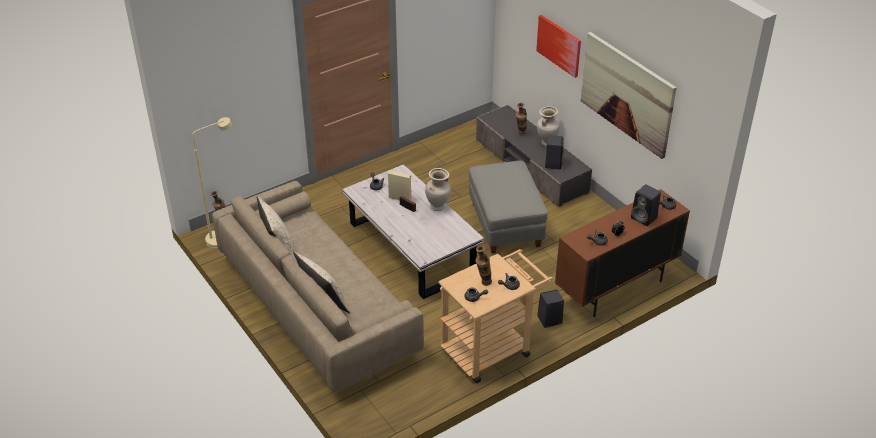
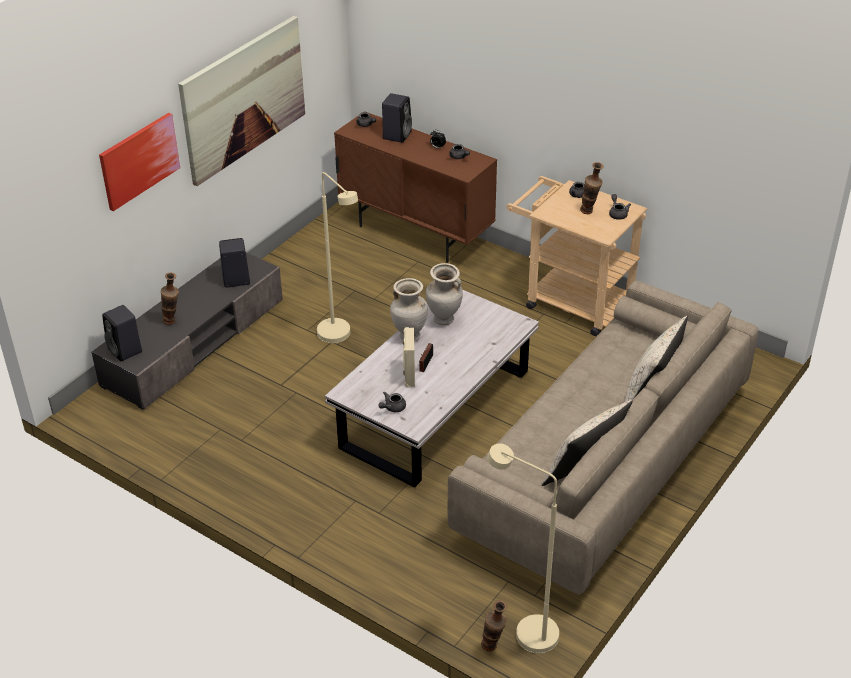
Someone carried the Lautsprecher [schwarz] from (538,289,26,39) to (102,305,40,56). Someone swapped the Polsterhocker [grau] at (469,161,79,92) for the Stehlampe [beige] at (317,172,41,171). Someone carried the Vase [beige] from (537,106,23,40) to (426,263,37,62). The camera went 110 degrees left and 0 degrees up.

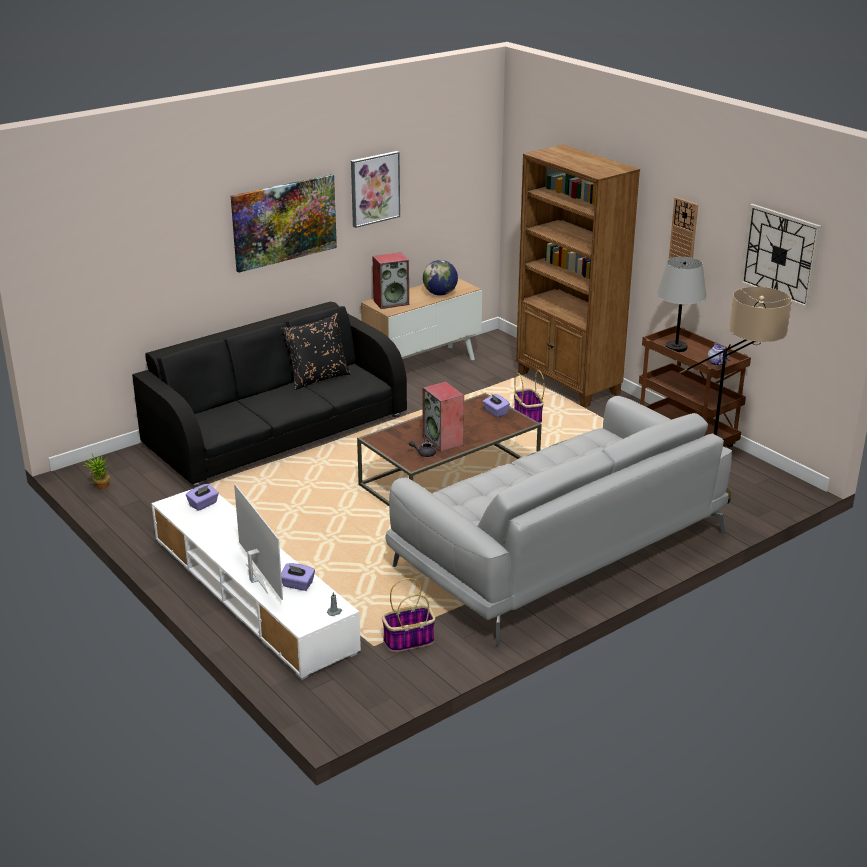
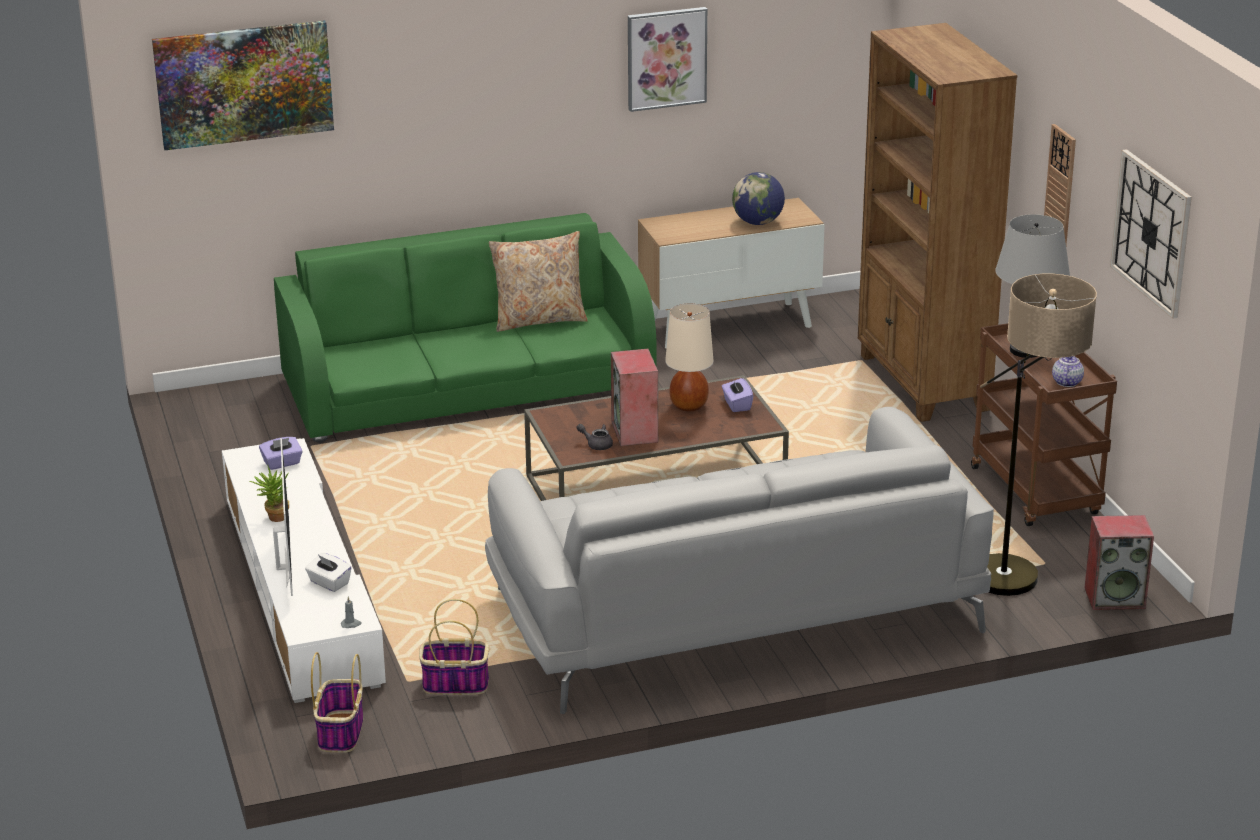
Someone carried the Bild from (231,174,106,98) to (152,20,182,130). Someone carried the Topfpflanze from (83,455,27,34) to (249,465,40,57). Someone repainted the Sofa [schwarz] at (132,302,275,185), which became the Sofa [grün] at (274,213,382,230). Someone repainted the Taschentuchbox [lila] at (281,563,34,28), which became the Taschentuchbox [weiß] at (305,553,47,39). Someone carried the Korb from (514,370,31,53) to (311,652,52,101). Someone repainted the Kissen [schwarz] at (281,313,70,77), which became the Kissen [beige] at (489,231,99,101). Someone put down the Tischlampe [beige] at (665,303,48,109). Someone carried the Lautsprecher from (372,252,37,57) to (1084,515,70,95). The camera went 20 degrees right and 0 degrees up.

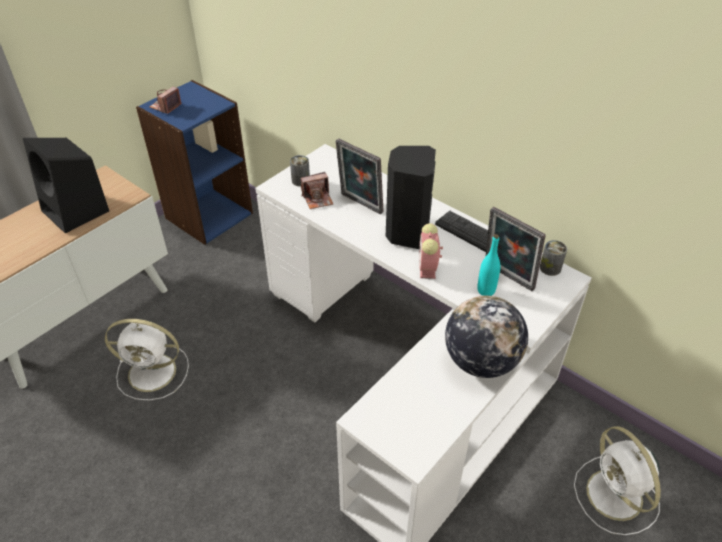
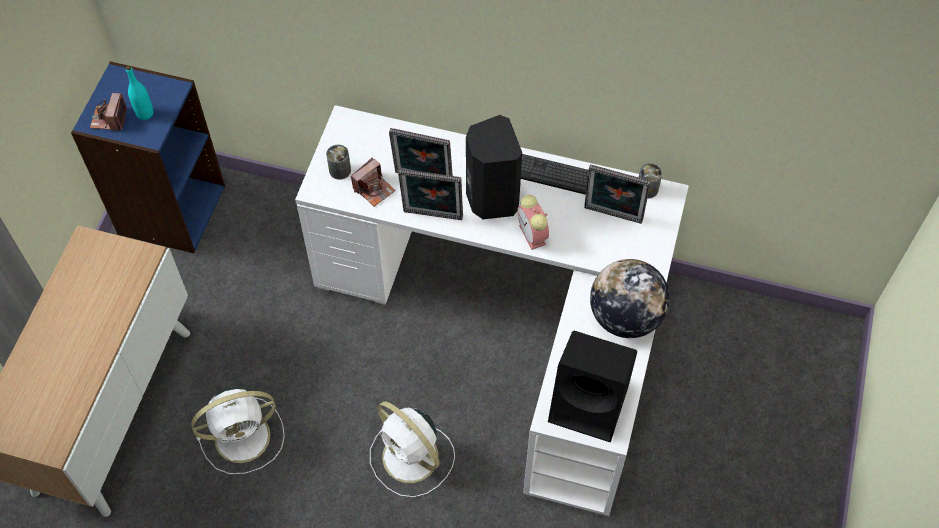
Someone carried the Flasche [türkis] from (477,234,24,62) to (126,66,27,54). Someone carried the Ventilator [weiß] from (574,426,87,109) to (370,401,85,96). Someone put down the Bilderrahmen at (398,169,65,51). Someone carried the Lautsprecher [schwarz] from (23,138,86,95) to (548,331,89,111). The camera went 25 degrees left and 15 degrees up.

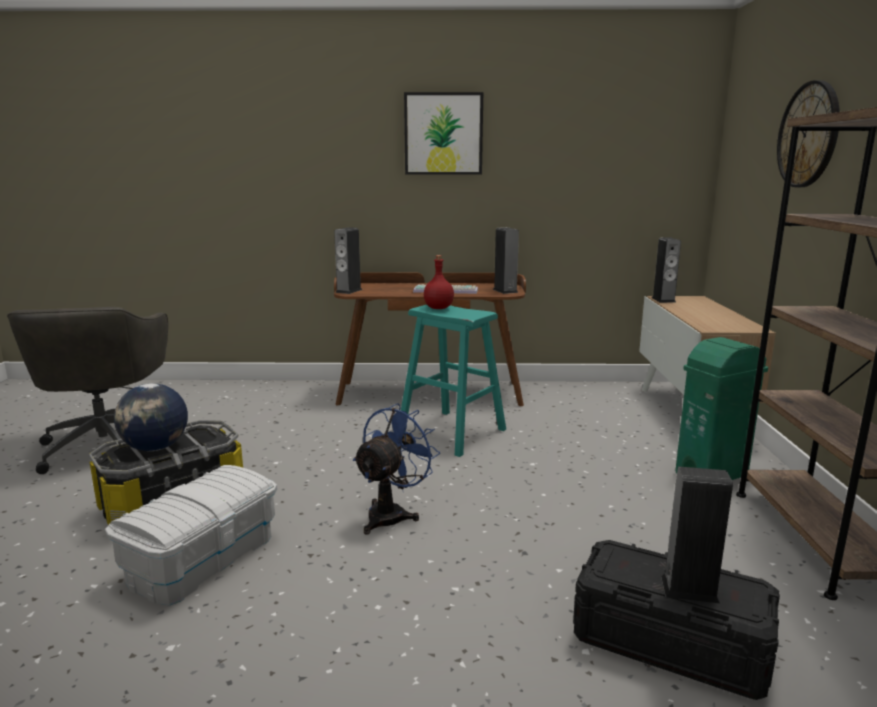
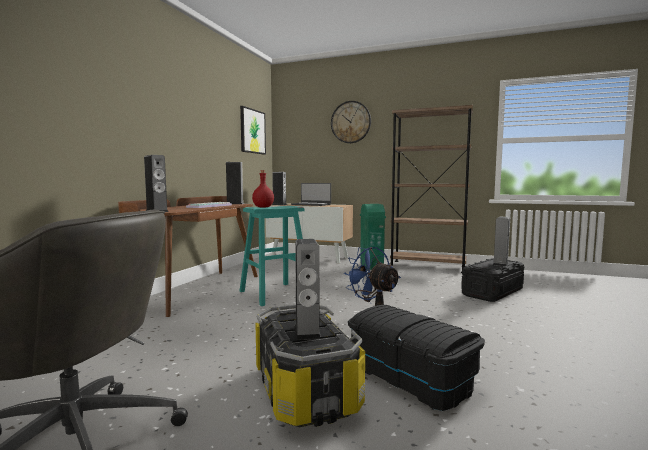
Someone carried the Bild from (404,92,79,82) to (240,106,26,48). Someone put down the Laptop at (291,183,40,23). Someone swapped the Globus at (114,383,74,68) for the Lautsprecher at (295,239,26,101). Someone repainted the Aufbewahrungsbox [weiß] at (105,465,172,140), which became the Aufbewahrungsbox [schwarz] at (348,305,137,106). The camera went 70 degrees left and 10 degrees down.

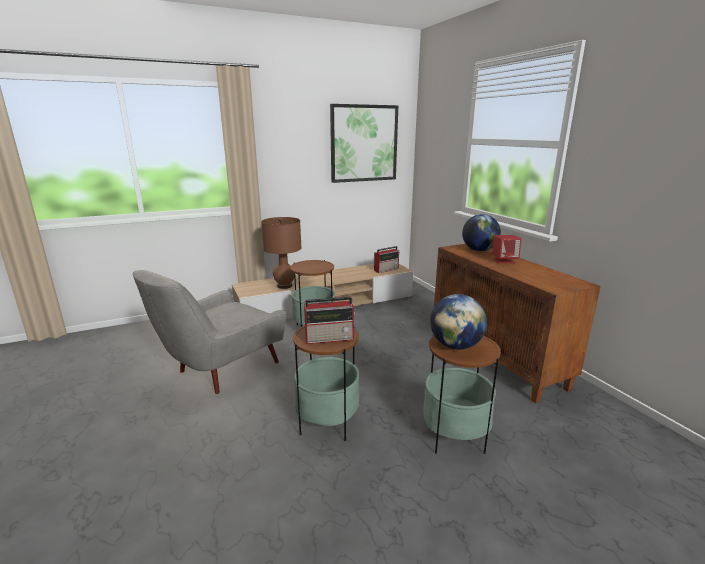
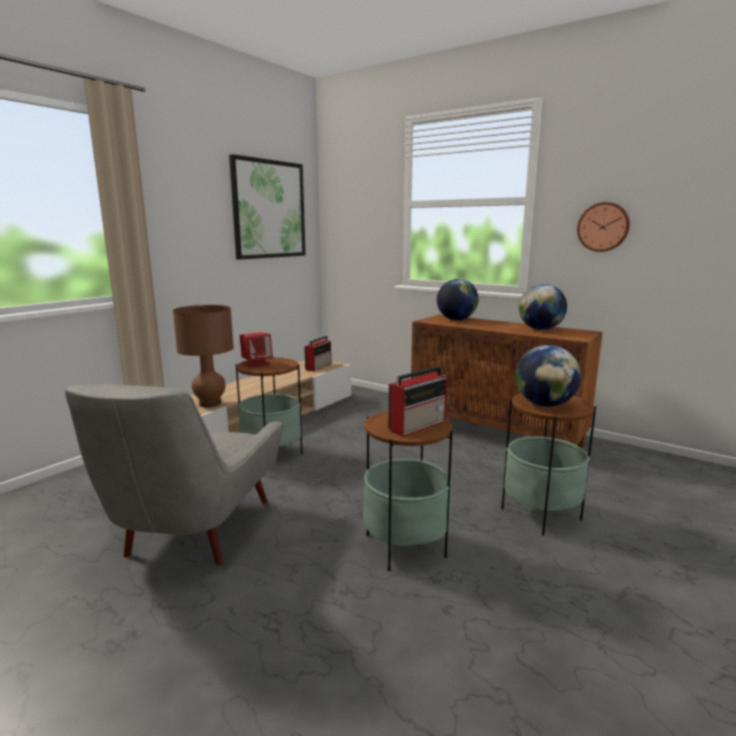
Someone carried the Lautsprecher [rot] from (492,235,30,29) to (240,332,33,35). Someone put down the Globus at (519,284,48,46). Someone put up the Wanduhr at (577,202,53,50). The camera went 30 degrees left and 5 degrees down.

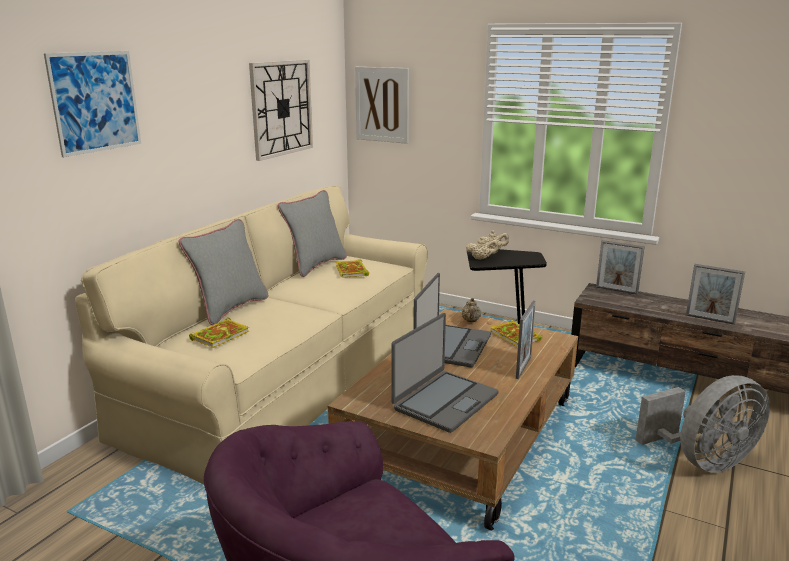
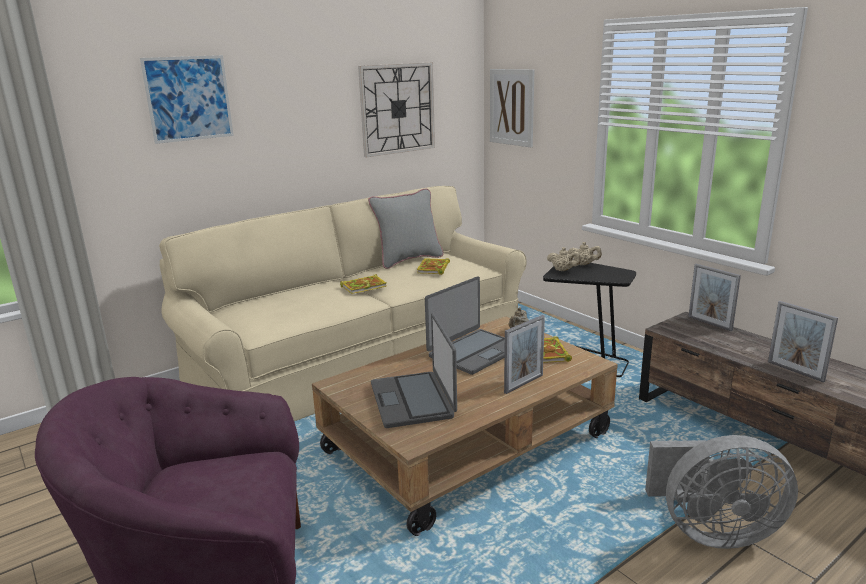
Someone carried the Buch from (189,318,60,30) to (340,274,46,20). Someone rotated the Laptop at (391,313,107,120) by 105 degrees clockwise. Someone took away the Kissen [grau] at (179,219,89,106). The camera went 25 degrees right and 0 degrees up.

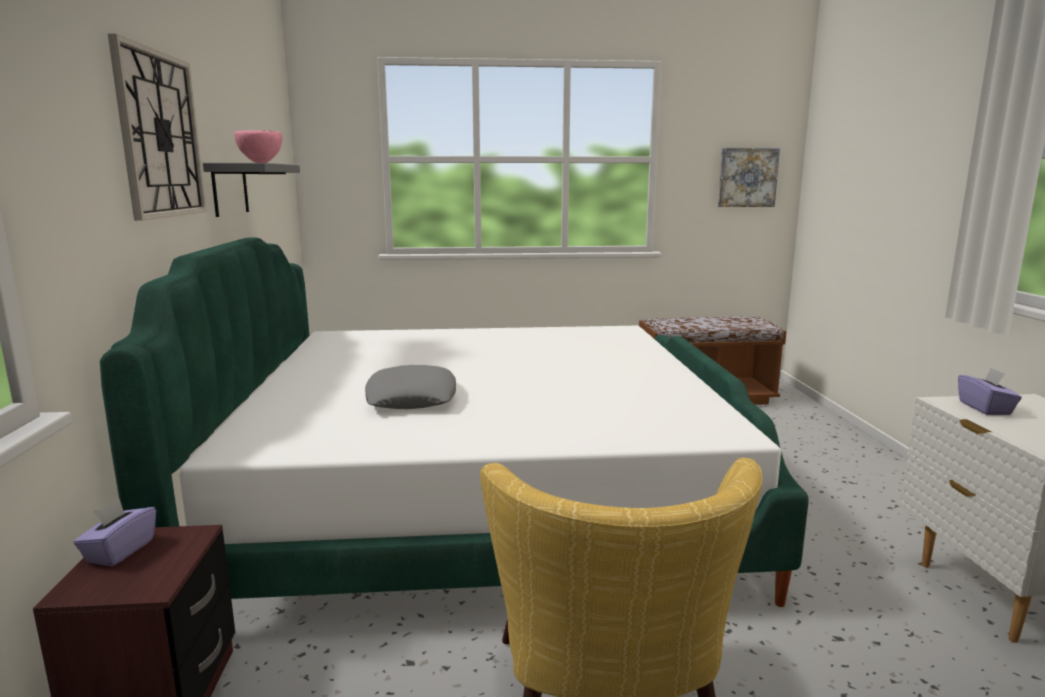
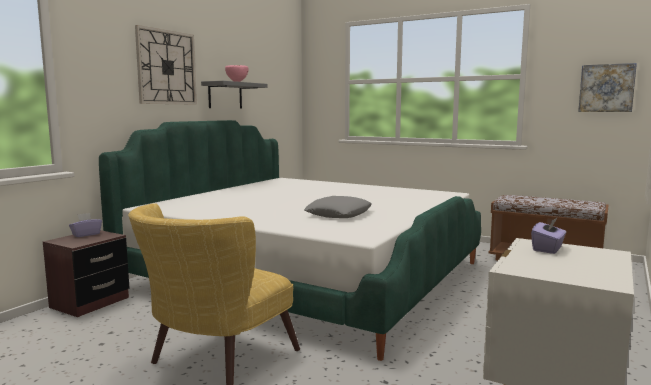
Someone carried the Kissen [grau] from (365,365,91,44) to (304,196,68,22). The camera went 35 degrees right and 5 degrees down.

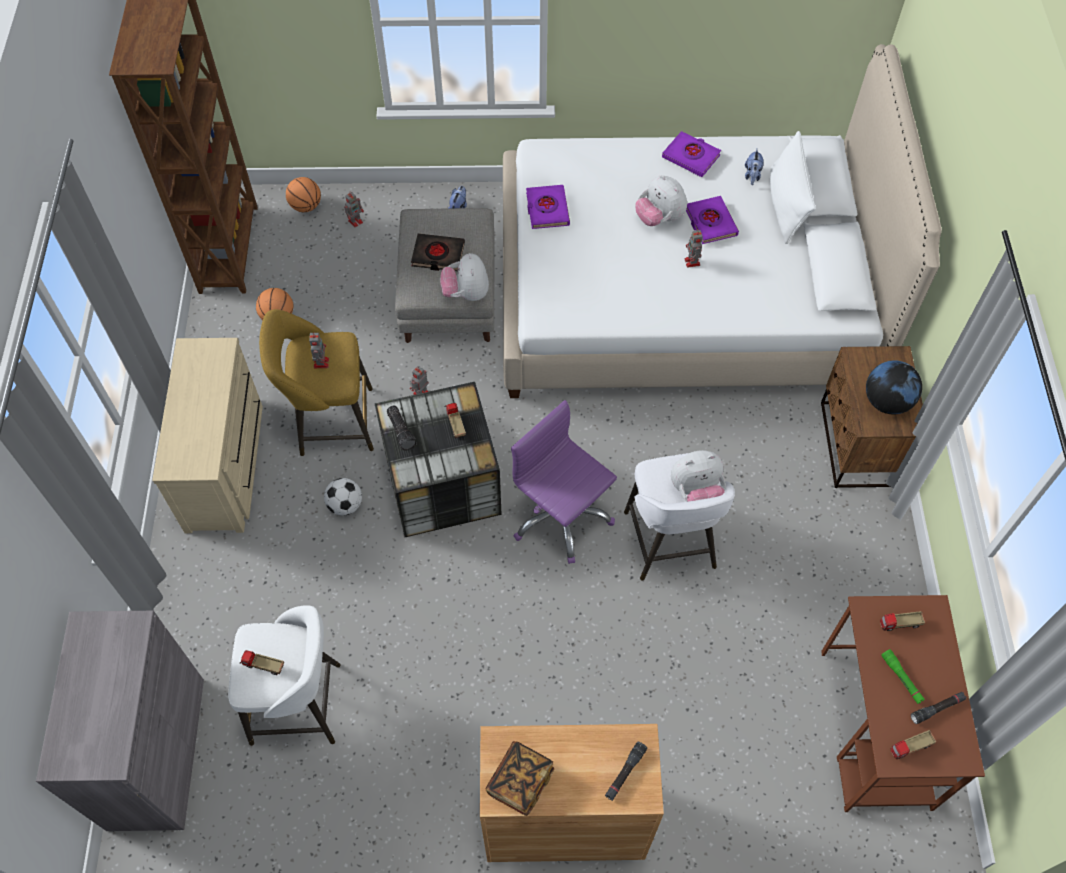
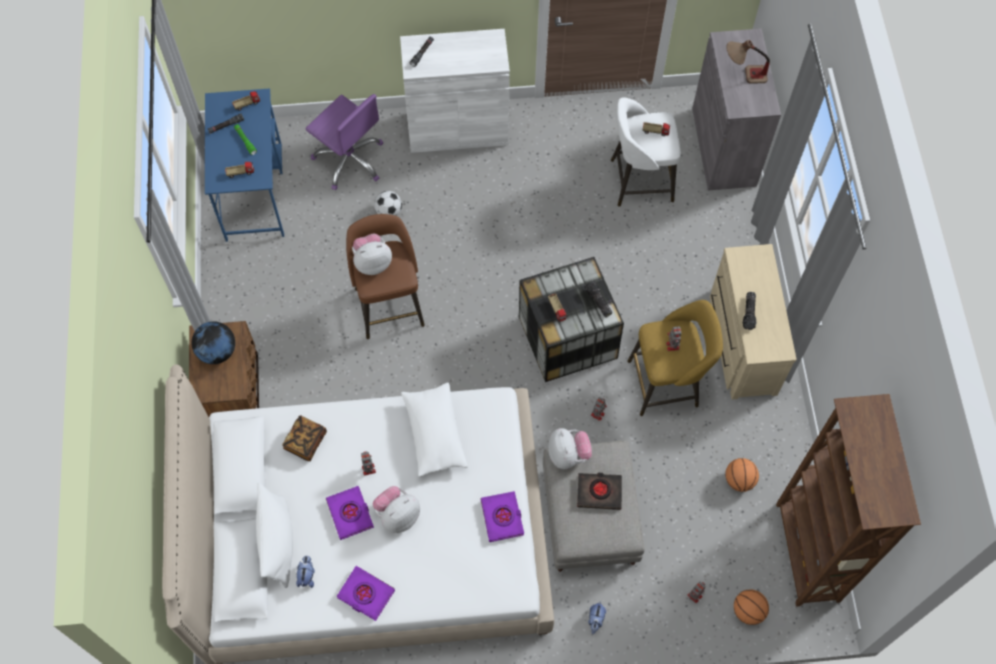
Someone repainted the Schreibtisch [braun] at (821,595,164,217), which became the Schreibtisch [blau] at (205,88,79,154). Someone carried the Buch from (485,741,69,75) to (282,415,45,46). Someone carried the Bürostuhl [lila] from (511,400,106,164) to (305,94,78,96). Someone repainted the Hocker [weiß] at (624,453,111,128), which became the Hocker [braun] at (346,214,79,125). Someone rotated the Plüschtier at (635,175,52,51) by 90 degrees counterclockwise. Someone carried the Fußball from (324,478,38,38) to (374,191,28,25). Someone repainted the Schrank [braun] at (480,724,184,138), which became the Schrank [weiß] at (400,29,110,124). Someone put down the Kissen [weiß] at (401,383,67,94). Someone put down the Tischlampe at (726,40,44,44). Someone put down the Taschenlampe at (743,292,13,38). The camera went 175 degrees right and 5 degrees up.

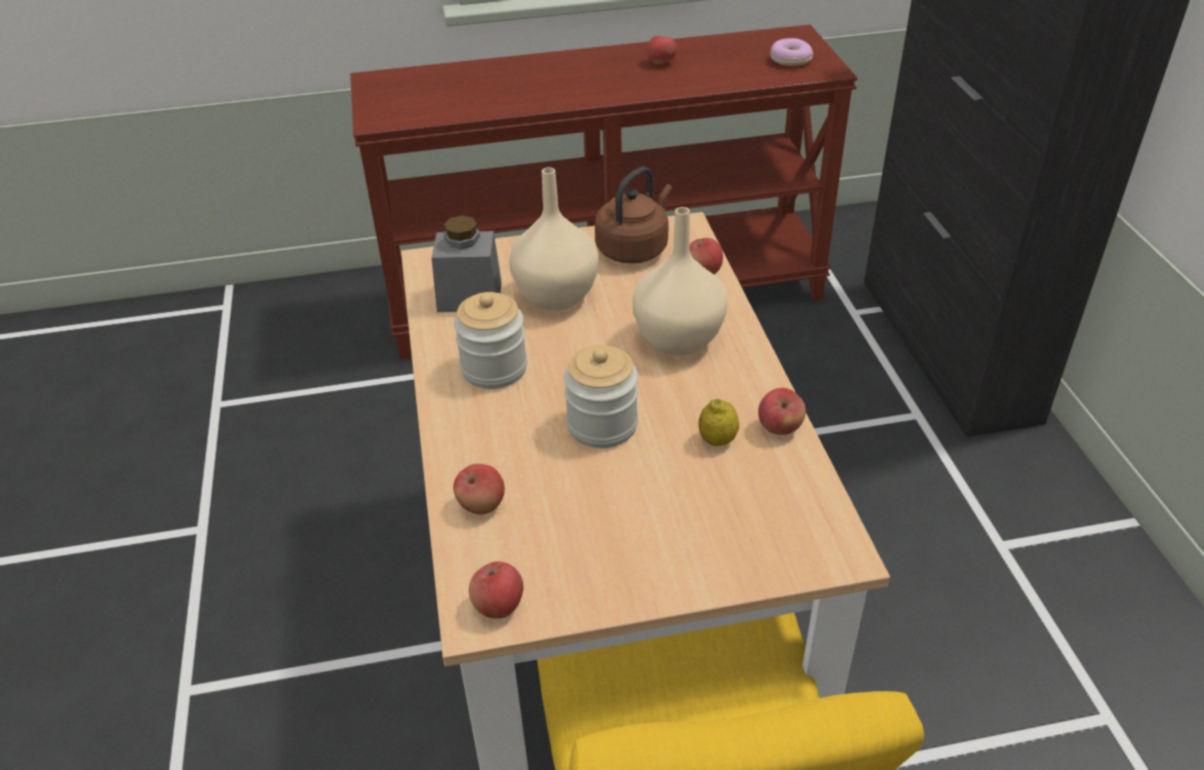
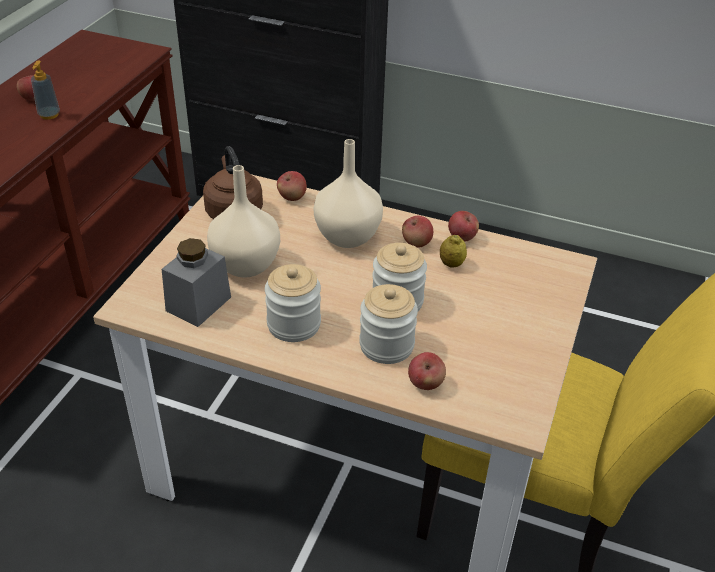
Someone put down the Seifenspender at (31,60,29,60). Someone put down the Vorratsglas at (359,284,59,80). Someone carried the Apfel from (469,562,55,57) to (402,216,31,31). Someone took away the Donut at (770,38,43,28). The camera went 60 degrees left and 0 degrees up.

